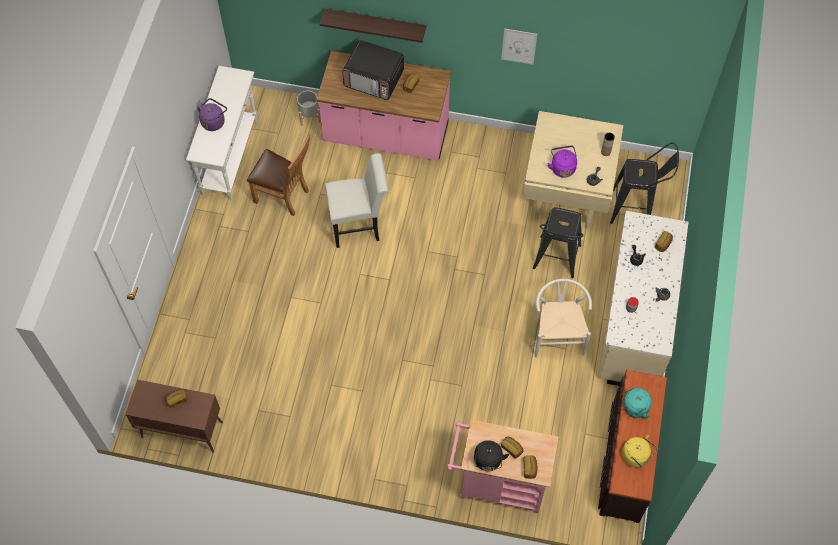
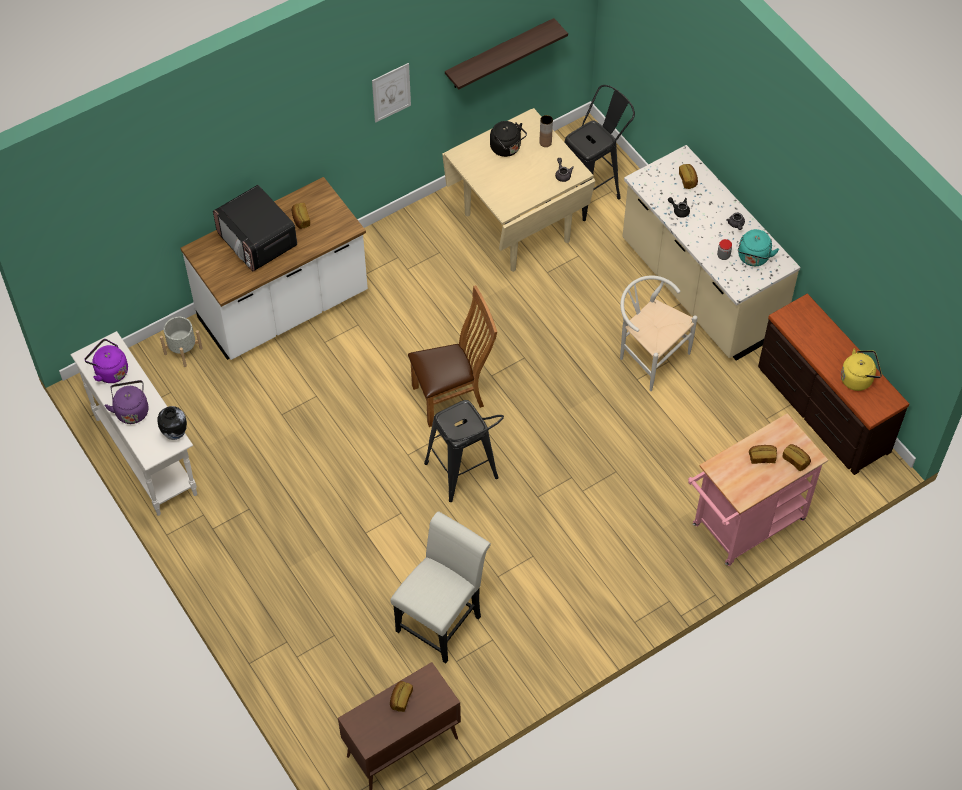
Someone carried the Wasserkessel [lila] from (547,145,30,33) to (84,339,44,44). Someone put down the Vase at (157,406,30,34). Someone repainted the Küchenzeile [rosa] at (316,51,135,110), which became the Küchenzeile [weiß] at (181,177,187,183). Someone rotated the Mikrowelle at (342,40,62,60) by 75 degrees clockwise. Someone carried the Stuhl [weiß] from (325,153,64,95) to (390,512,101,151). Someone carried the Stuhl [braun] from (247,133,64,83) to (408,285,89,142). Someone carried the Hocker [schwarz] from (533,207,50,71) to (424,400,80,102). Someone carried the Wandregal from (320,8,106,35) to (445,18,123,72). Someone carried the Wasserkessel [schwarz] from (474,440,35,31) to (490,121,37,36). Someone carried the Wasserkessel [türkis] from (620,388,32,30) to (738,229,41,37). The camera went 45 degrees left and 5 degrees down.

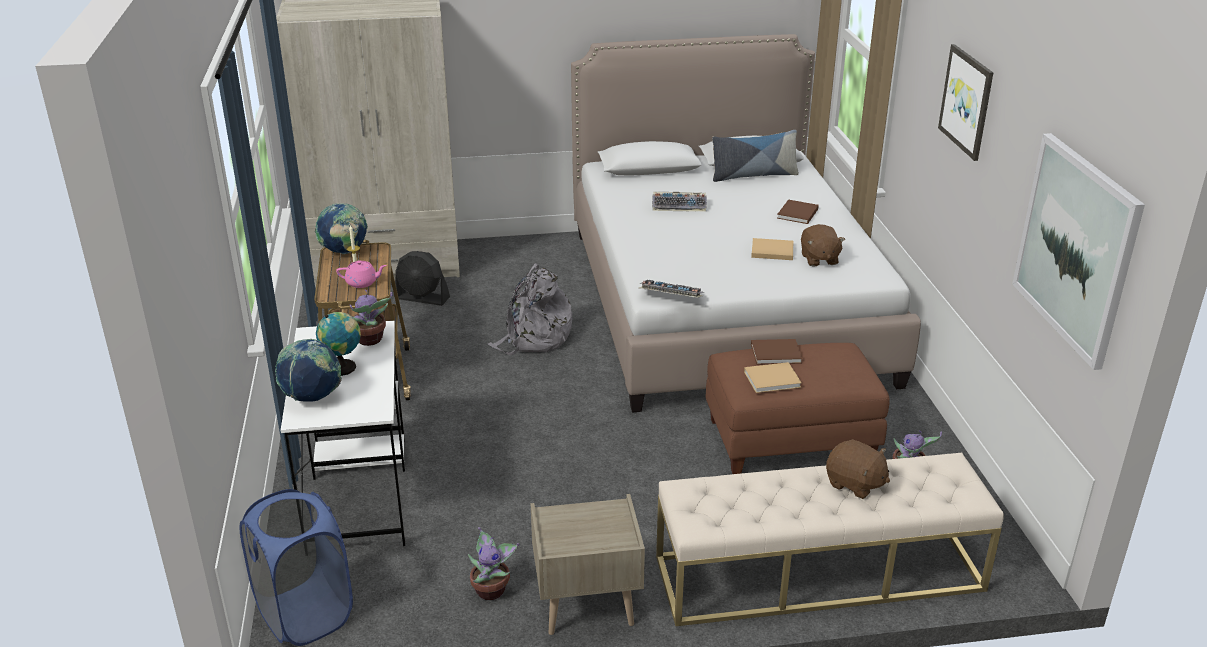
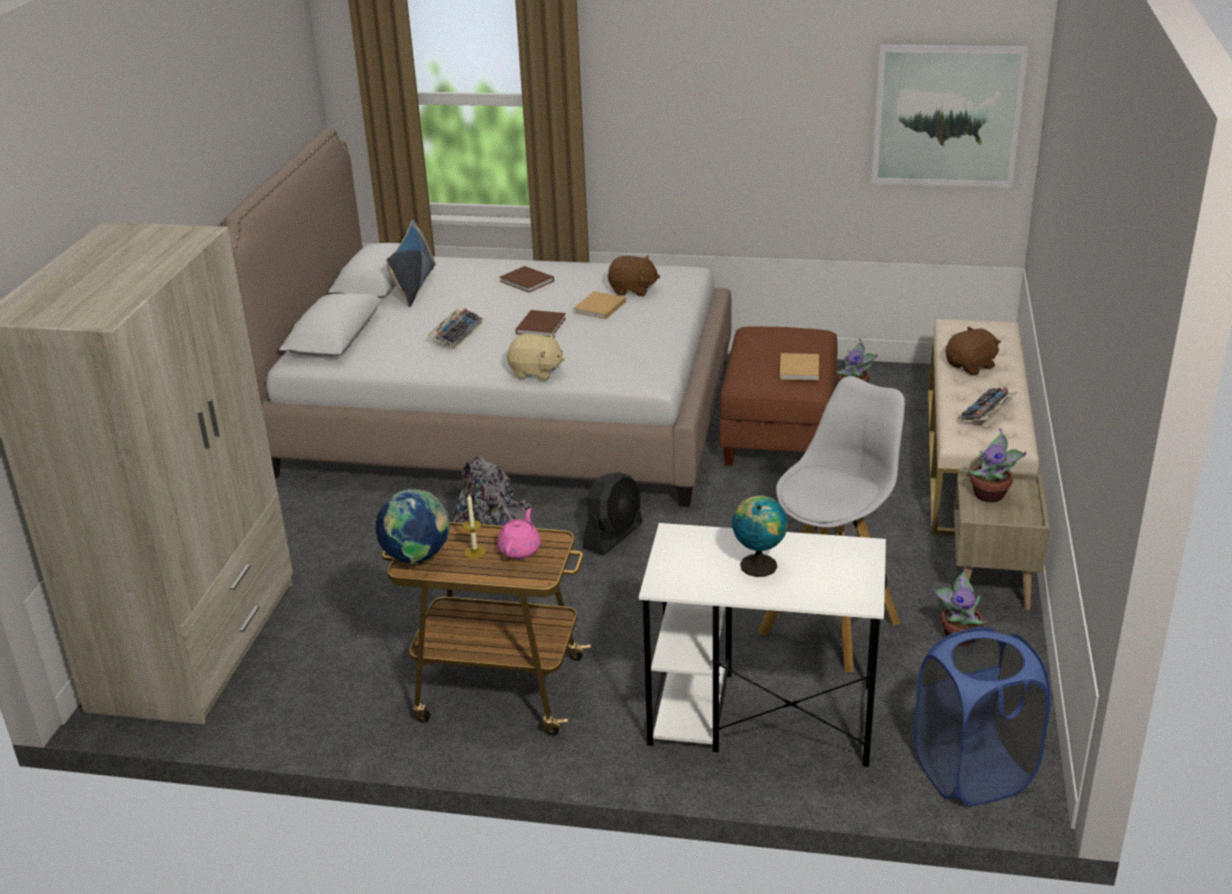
Someone put down the Plüschtier [beige] at (507,334,58,46). Someone carried the Buch [braun] from (751,339,52,26) to (516,310,50,27). Someone carried the Ventilator [schwarz] from (395,251,55,55) to (583,472,60,84). Someone put down the Hocker [weiß] at (758,376,147,296). Someone carried the Tastatur from (639,280,65,18) to (958,387,59,35). Someone carried the Topfpflanze from (350,290,43,56) to (968,428,58,74). Someone took away the Globus at (275,339,67,63). Someone took away the Bild at (938,44,55,117). The camera went 70 degrees left and 0 degrees up.

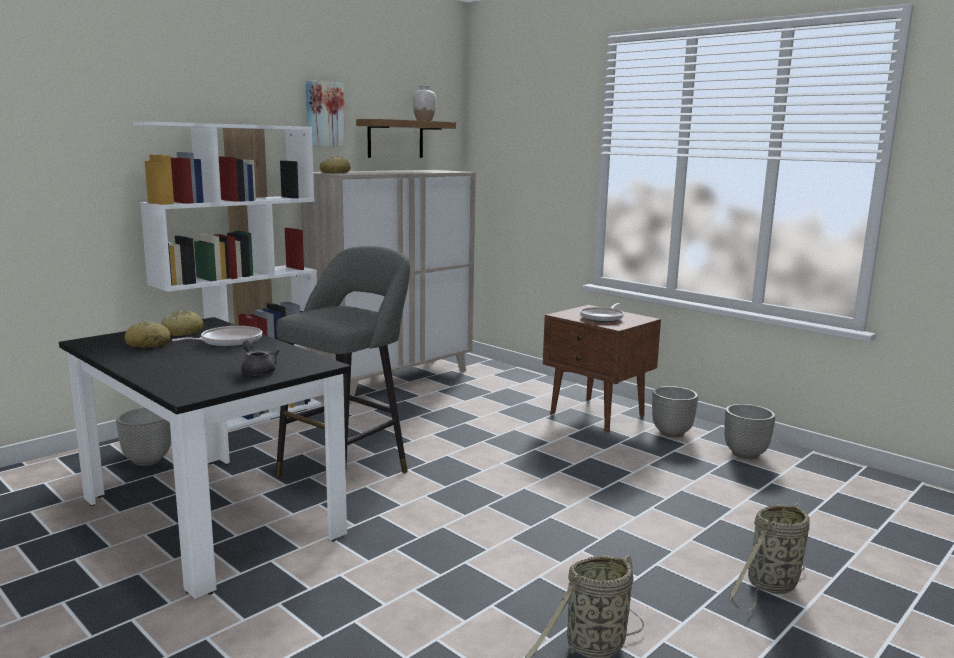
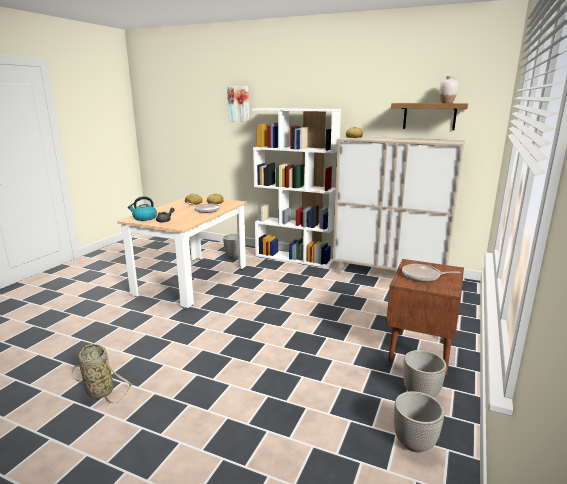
Someone repainted the Esstisch [schwarz] at (59,317,292,282), which became the Esstisch [beige] at (117,197,130,111). Someone put down the Wasserkessel at (128,196,29,25). Someone carried the Bild from (306,80,39,67) to (227,86,22,36). Someone took away the Hocker [grau] at (276,246,134,231). Someone took away the Korb at (729,503,80,108). The camera went 70 degrees right and 5 degrees up.

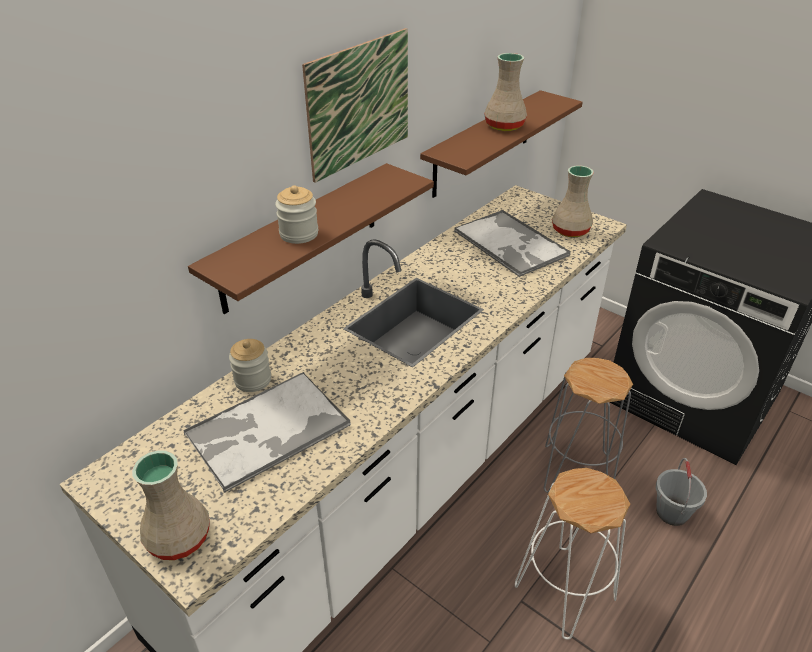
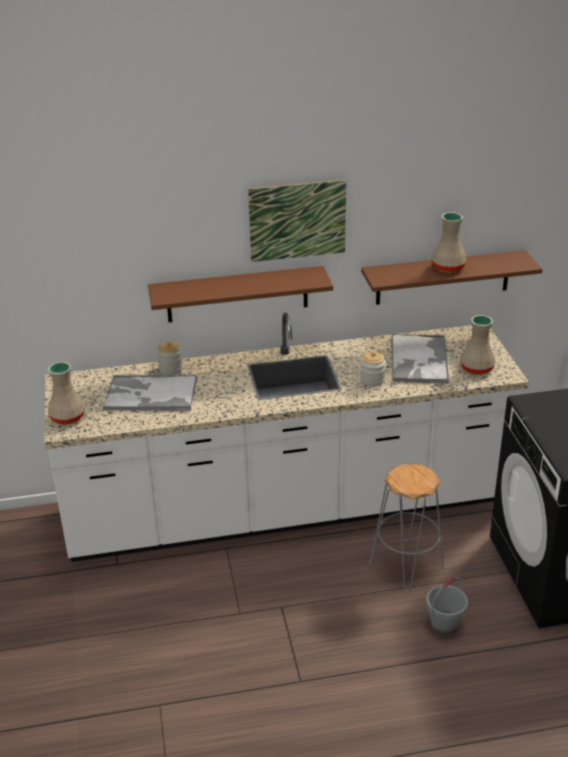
Someone carried the Vorratsglas from (275,185,43,59) to (360,352,26,35). Someone took away the Hocker [weiß] at (515,468,115,172). The camera went 40 degrees right and 5 degrees down.

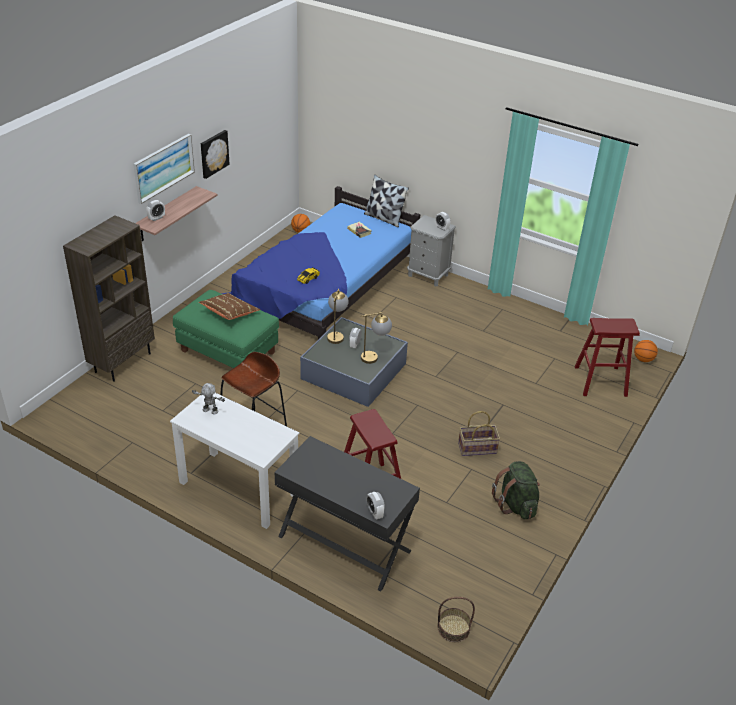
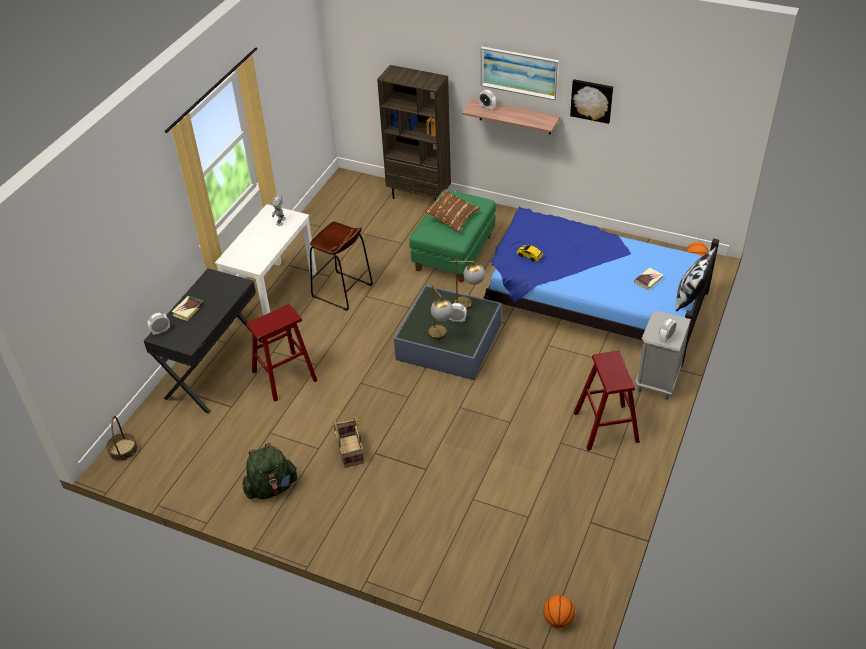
Someone put down the Buch at (172,296,32,25). Someone carried the Hocker [rot] from (575,318,65,79) to (574,351,66,100). The camera went 85 degrees right and 5 degrees up.

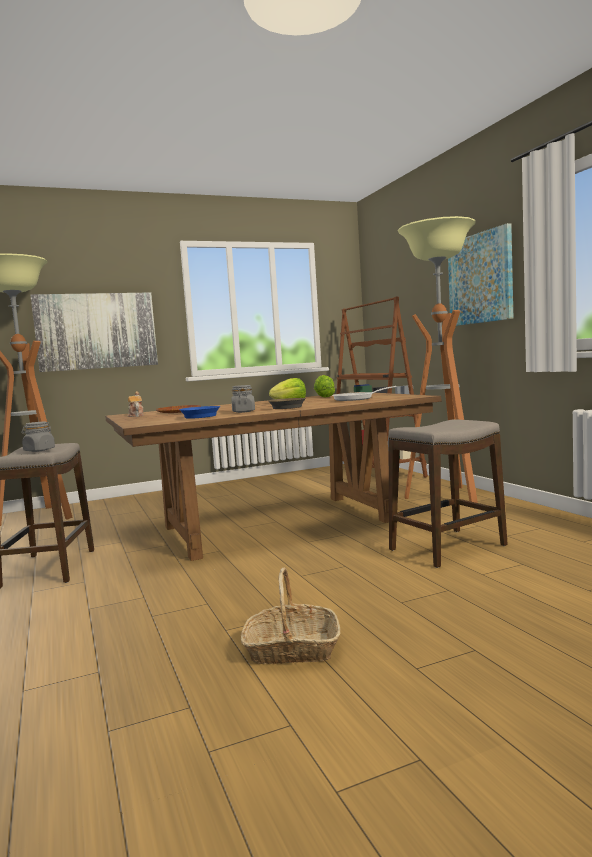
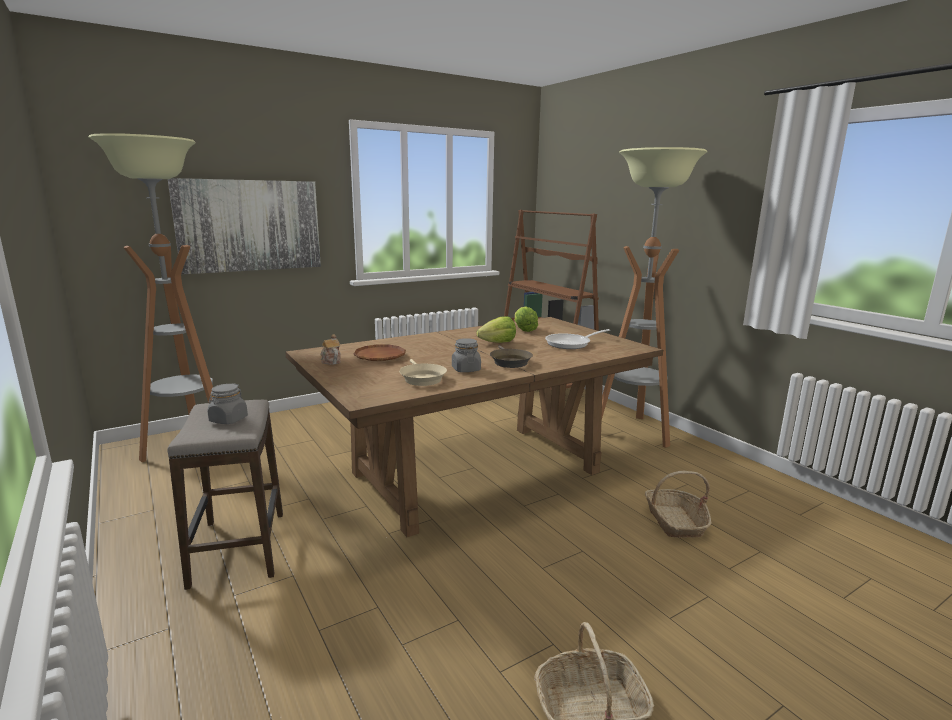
Someone repainted the Pfanne [blau] at (179,406,41,13), which became the Pfanne [beige] at (399,359,48,27). Someone swapped the Hocker at (388,419,120,149) for the Korb at (645,471,67,67). Someone took away the Bild at (448,223,65,103). The camera went 10 degrees left and 10 degrees up.

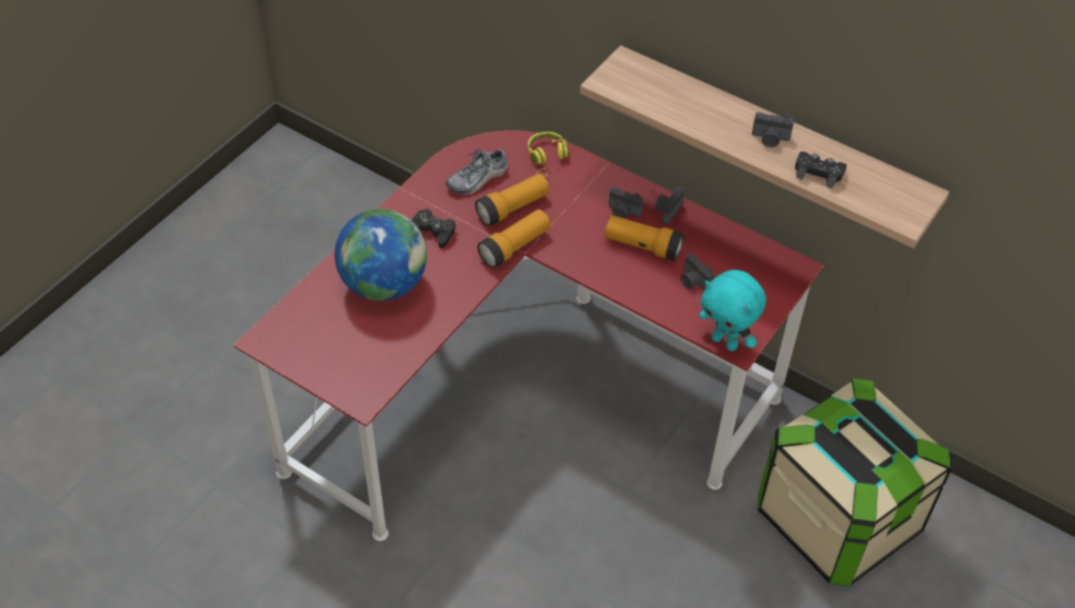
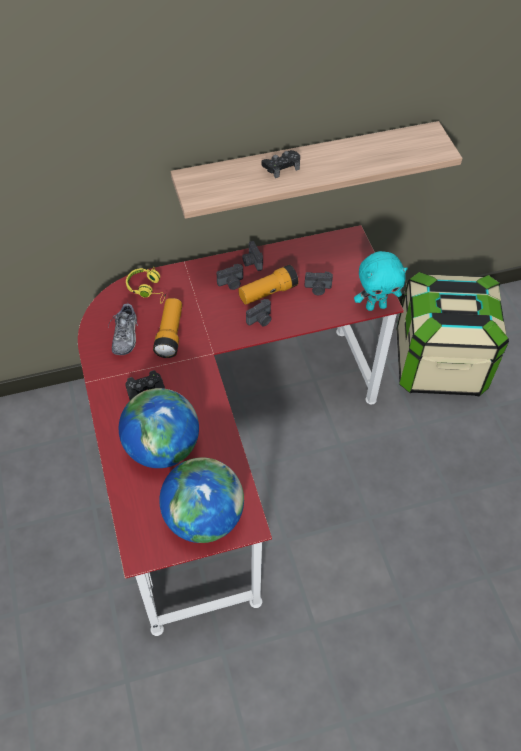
Someone put down the Globus at (159,458,85,85). Someone carried the Kamera from (752,112,42,35) to (246,299,26,28). Someone carried the Gamepad [schwarz] from (795,152,52,36) to (262,150,38,28). Someone took away the Taschenlampe at (477,209,73,59). The camera went 50 degrees left and 5 degrees up.

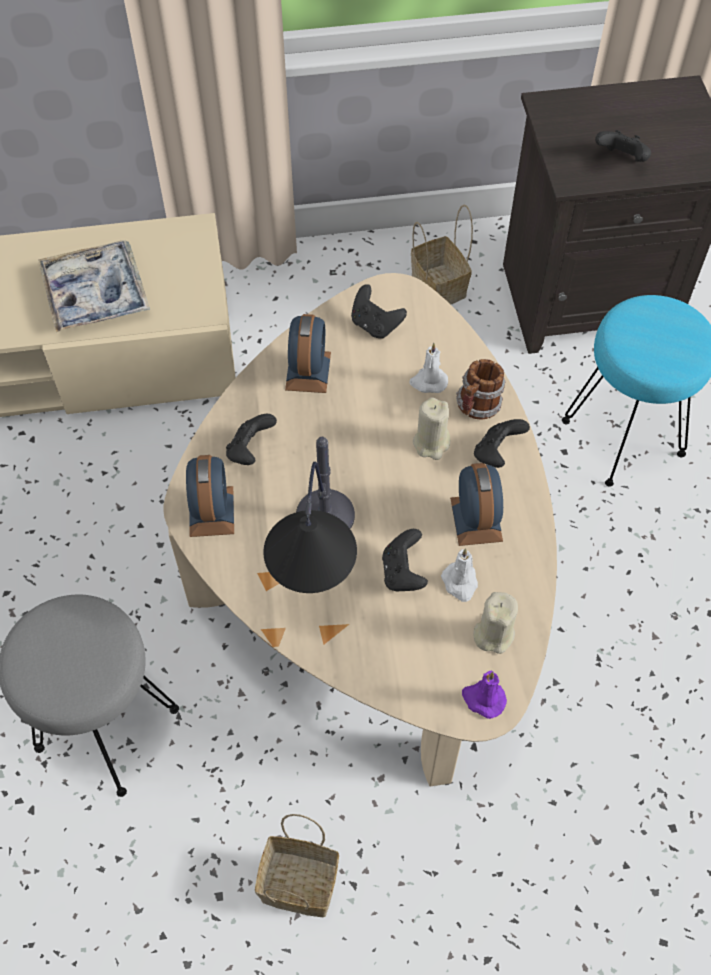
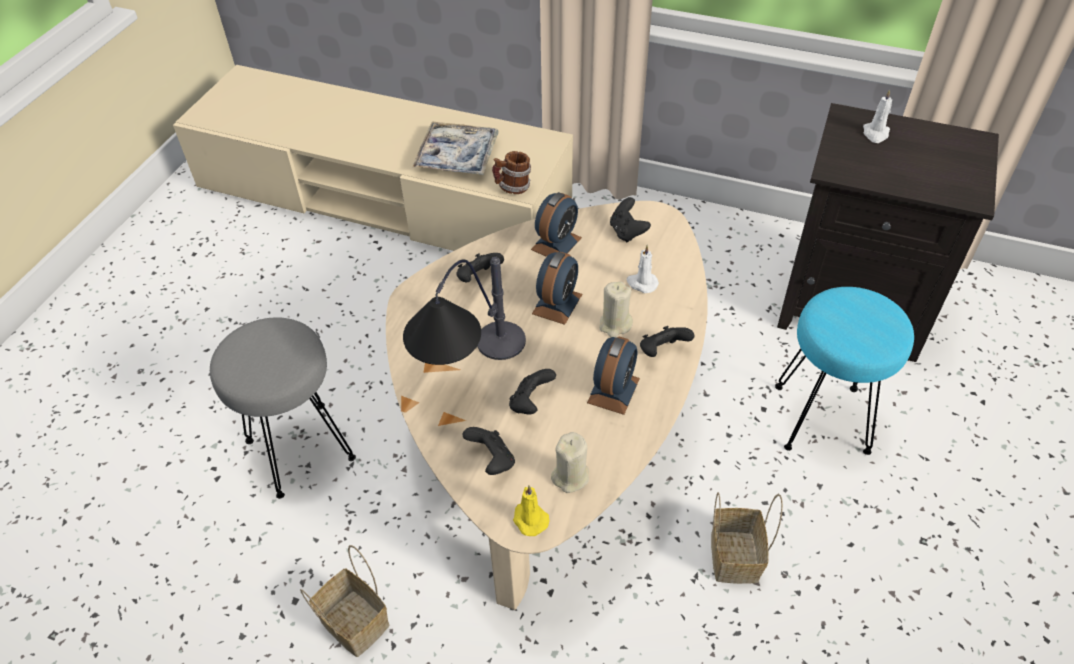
Someone carried the Gamepad [schwarz] from (595,130,56,32) to (462,427,53,48). Someone carried the Henkelbecher from (456,359,50,61) to (492,151,39,43). Someone repainted the Kerze [lila] at (462,670,45,49), which became the Kerze [gelb] at (513,485,37,51). Someone carried the Wecker from (186,455,48,82) to (532,252,50,73). Someone carried the Korb from (411,204,62,100) to (711,492,72,92). Someone carried the Kerze [weiß] from (441,548,37,54) to (863,89,29,54). The camera went 30 degrees right and 10 degrees down.

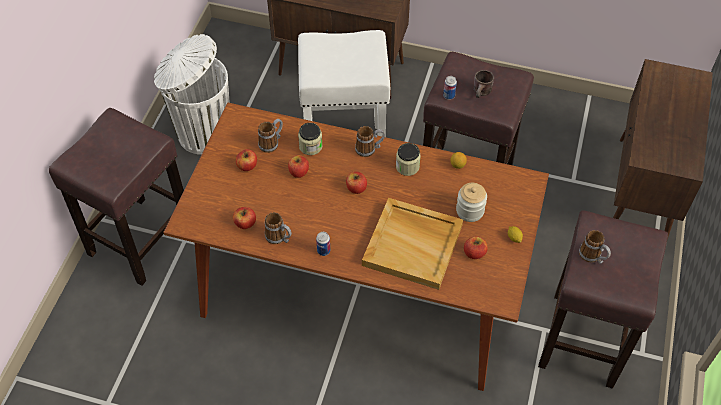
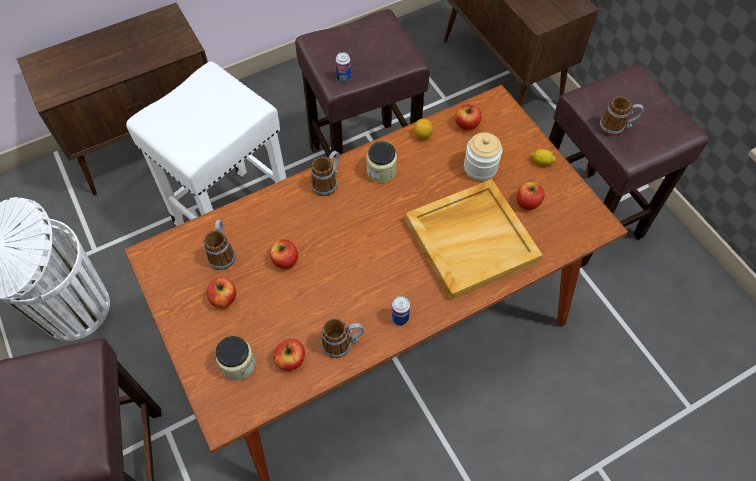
Someone carried the Vorratsglas from (298,123,25,32) to (216,336,40,45). Someone carried the Apfel from (346,172,21,22) to (455,104,27,26). Someone took away the Henkelbecher [braun] at (474,70,20,28). The camera went 45 degrees left and 5 degrees up.

